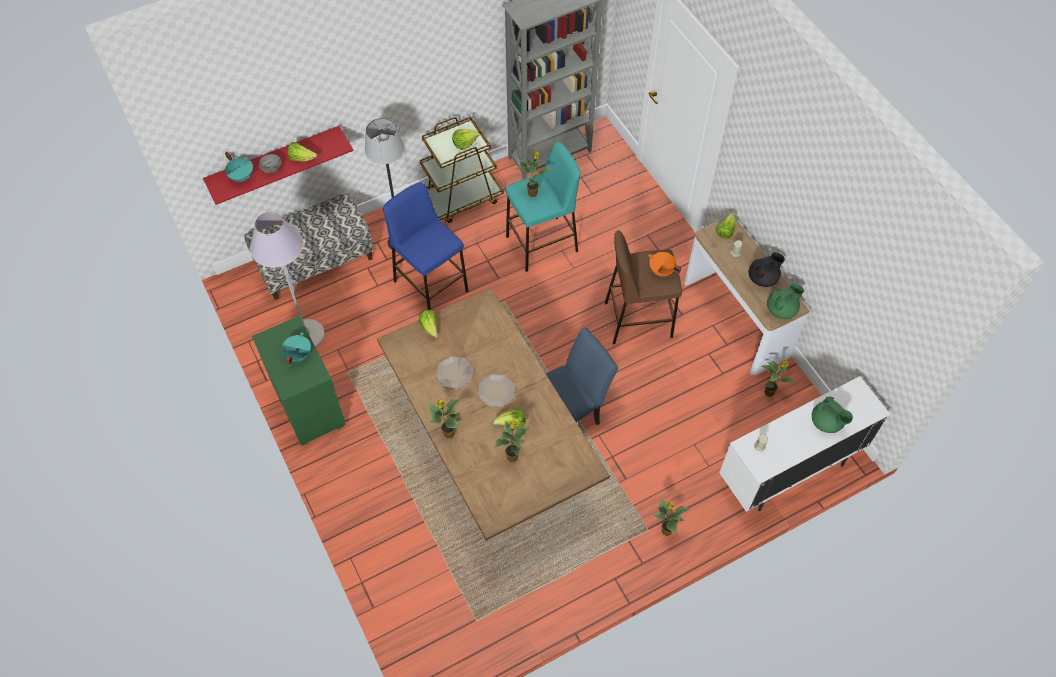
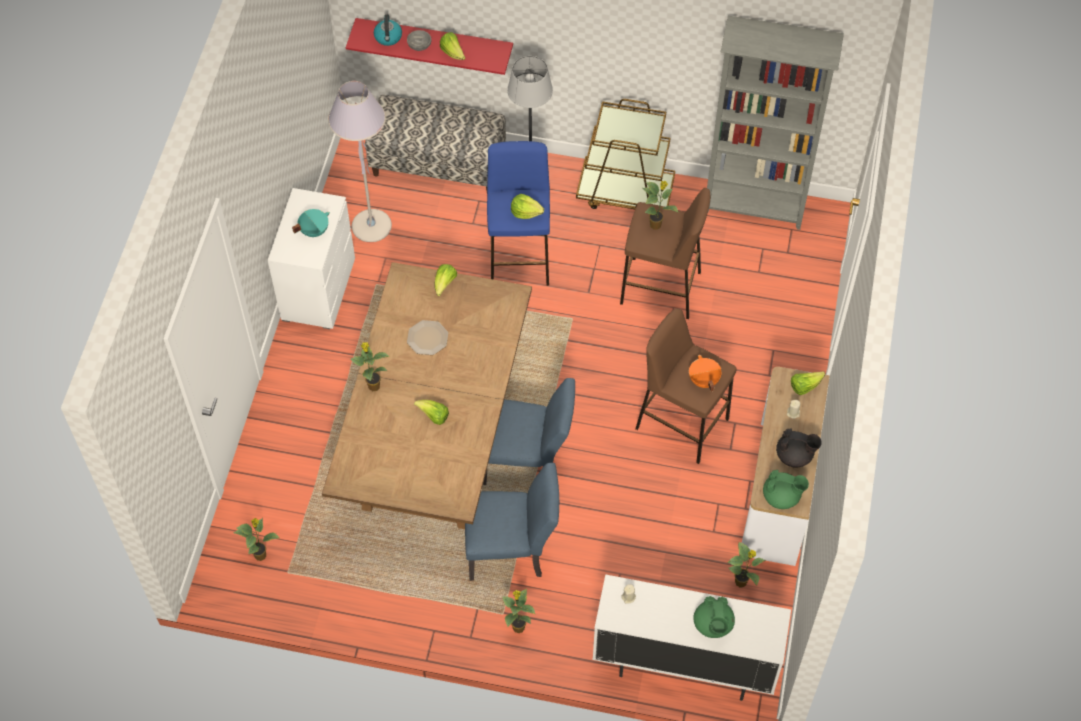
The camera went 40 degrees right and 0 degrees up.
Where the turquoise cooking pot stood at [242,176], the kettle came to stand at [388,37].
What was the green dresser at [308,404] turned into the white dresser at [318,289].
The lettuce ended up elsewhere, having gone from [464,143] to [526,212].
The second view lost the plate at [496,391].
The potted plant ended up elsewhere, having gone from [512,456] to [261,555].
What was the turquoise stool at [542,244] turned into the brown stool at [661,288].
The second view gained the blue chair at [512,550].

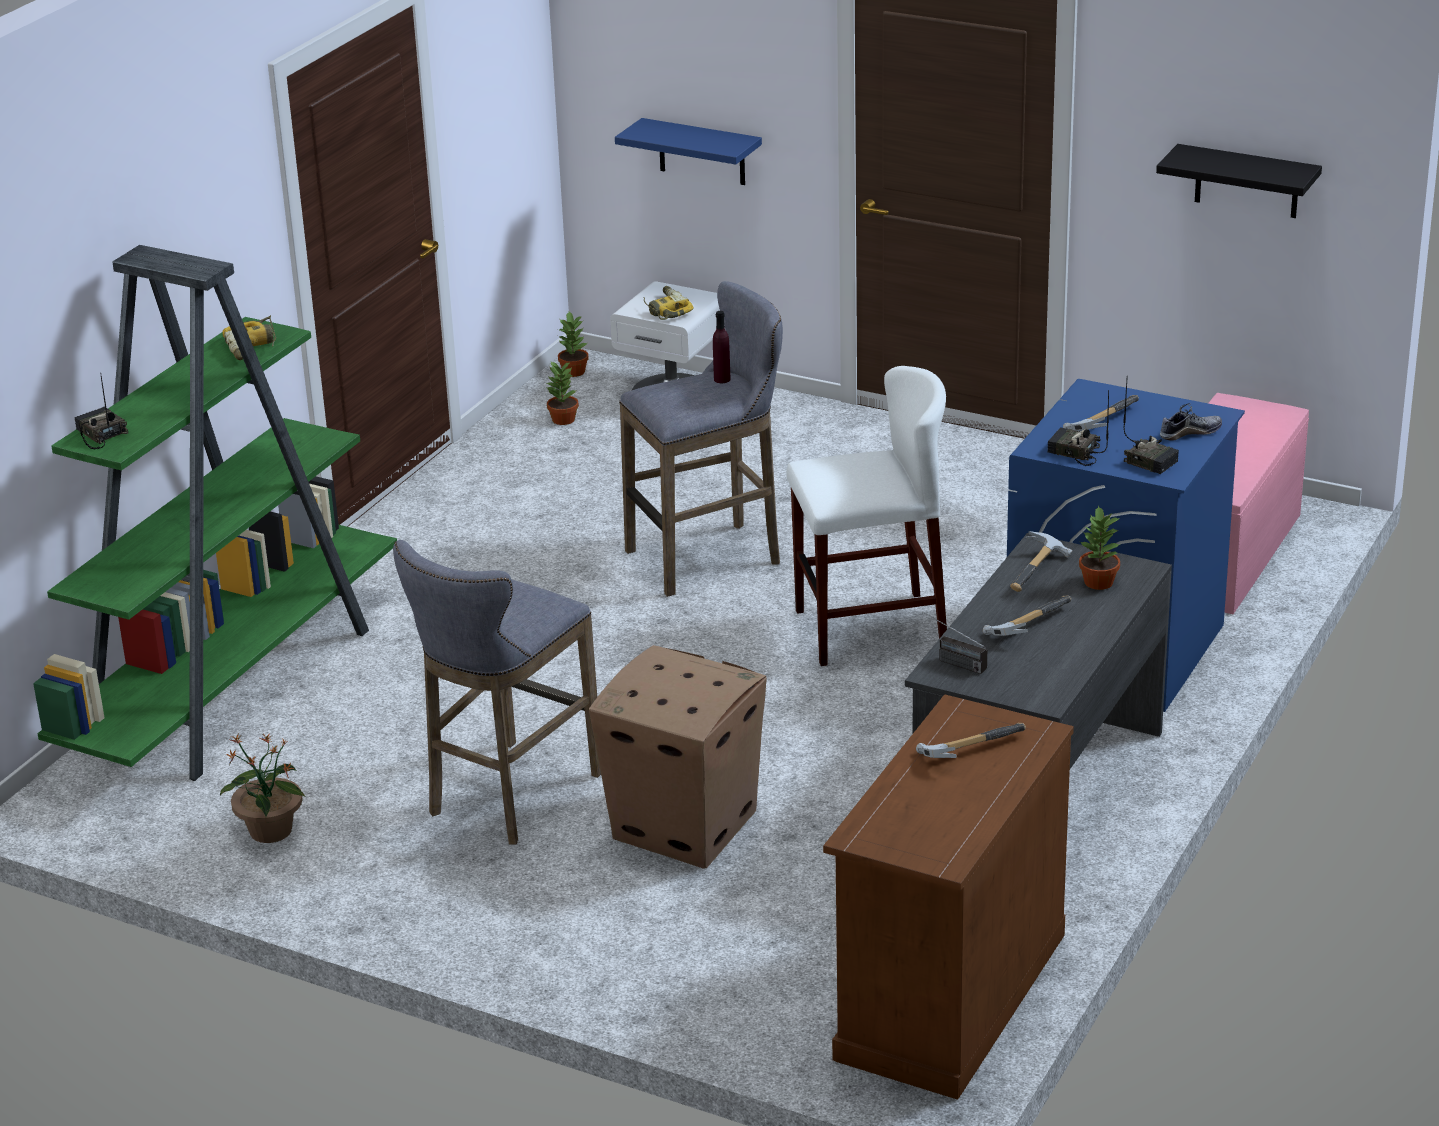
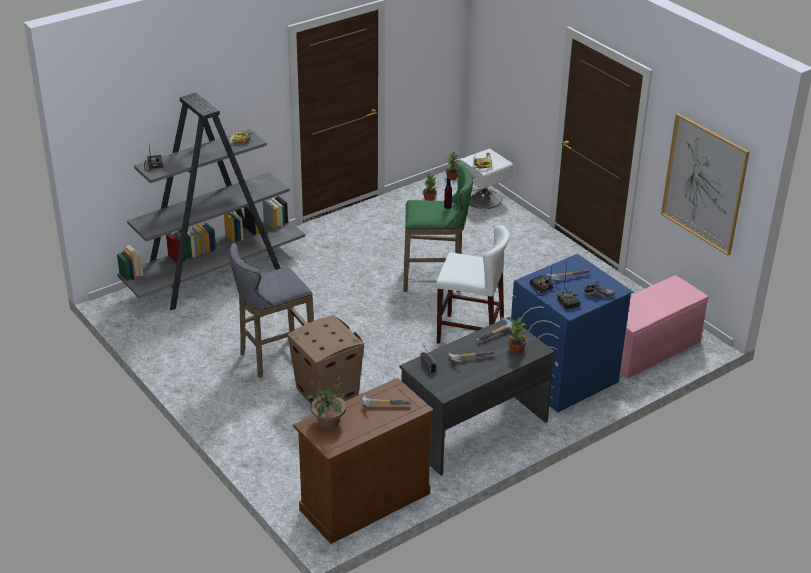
The camera went 25 degrees right and 5 degrees up.
What was the green bookcase at [234,685] turned into the grey bookcase at [215,275].
The potted plant ended up elsewhere, having gone from [270,831] to [328,422].
The second view lost the blue shelf at [702,152].
What was the grey stool at [711,556] turned into the green stool at [435,279].
Where the black shelf hung at [1247,182], the picture came to hang at [704,183].

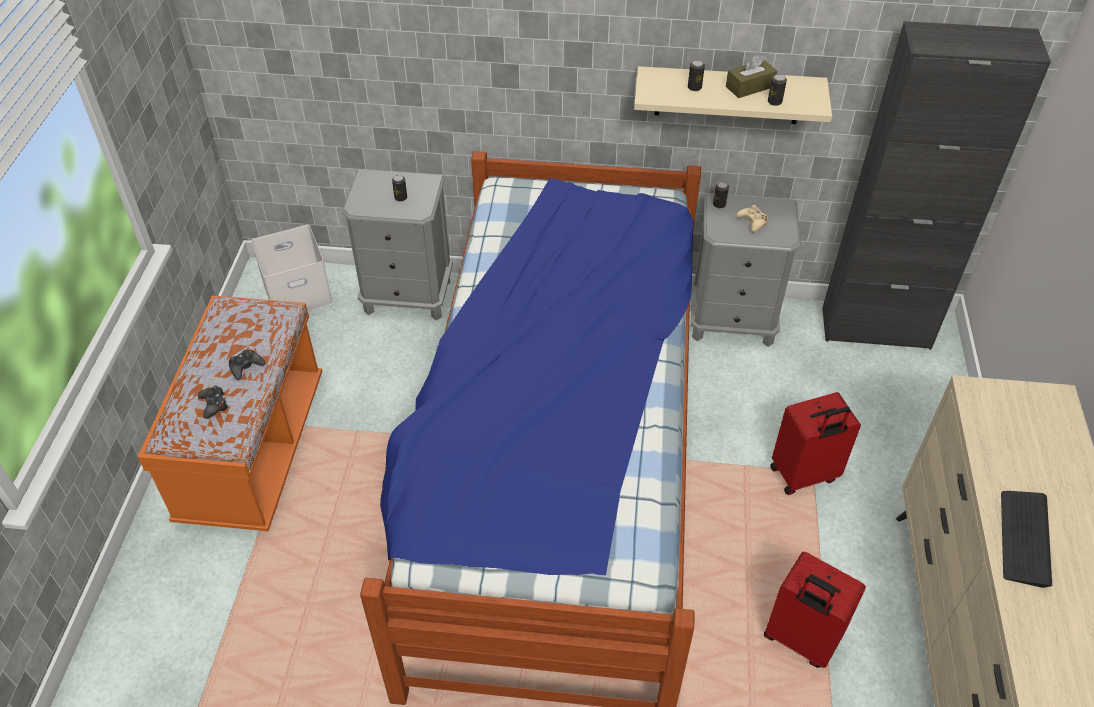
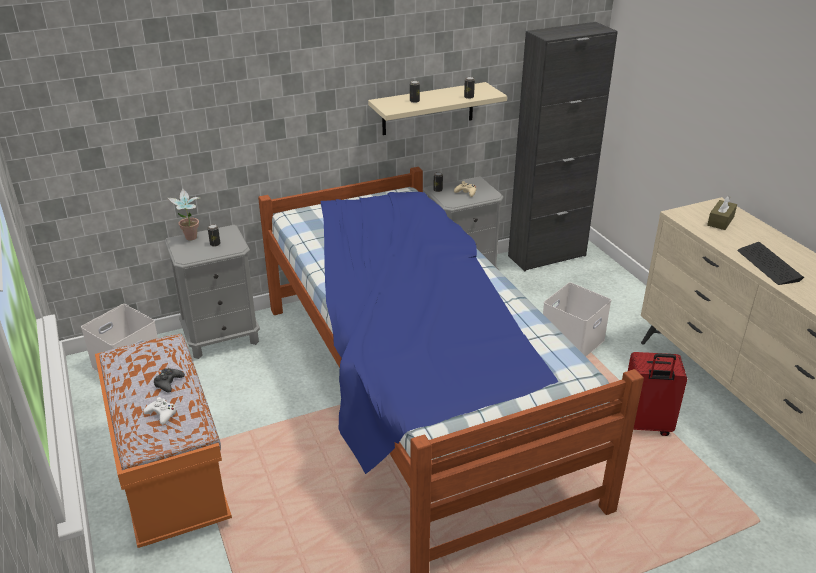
The camera went 30 degrees left and 15 degrees down.
What was the black game controller at [214,404] turned into the white game controller at [162,414].
The brown tissue box ended up elsewhere, having gone from [749,87] to [720,221].
Where the red suitcase stood at [804,475], the white storage box came to stand at [572,342].
The second view gained the potted plant at [191,240].

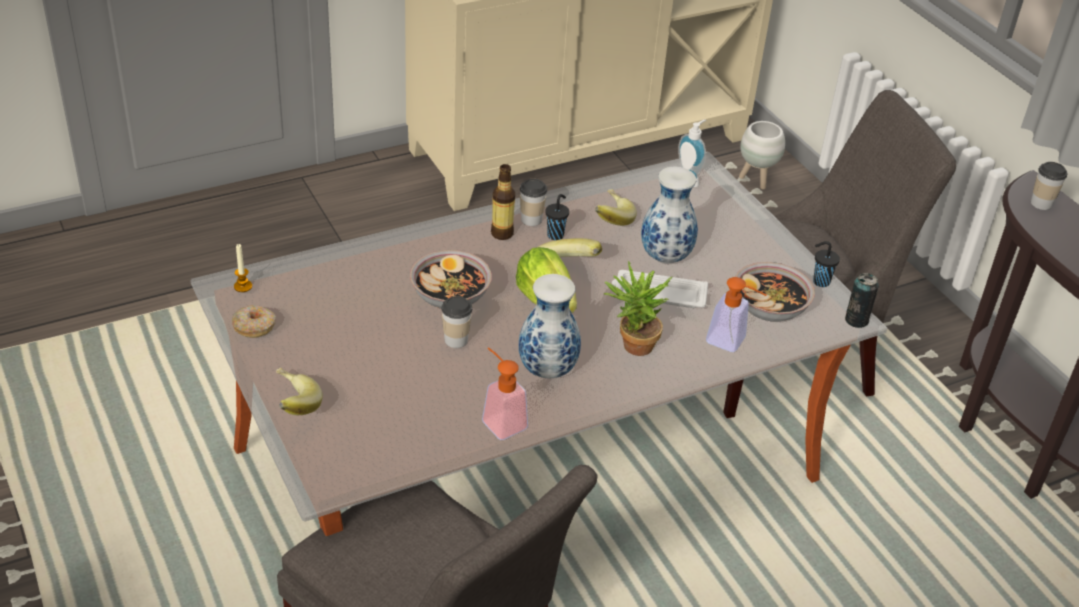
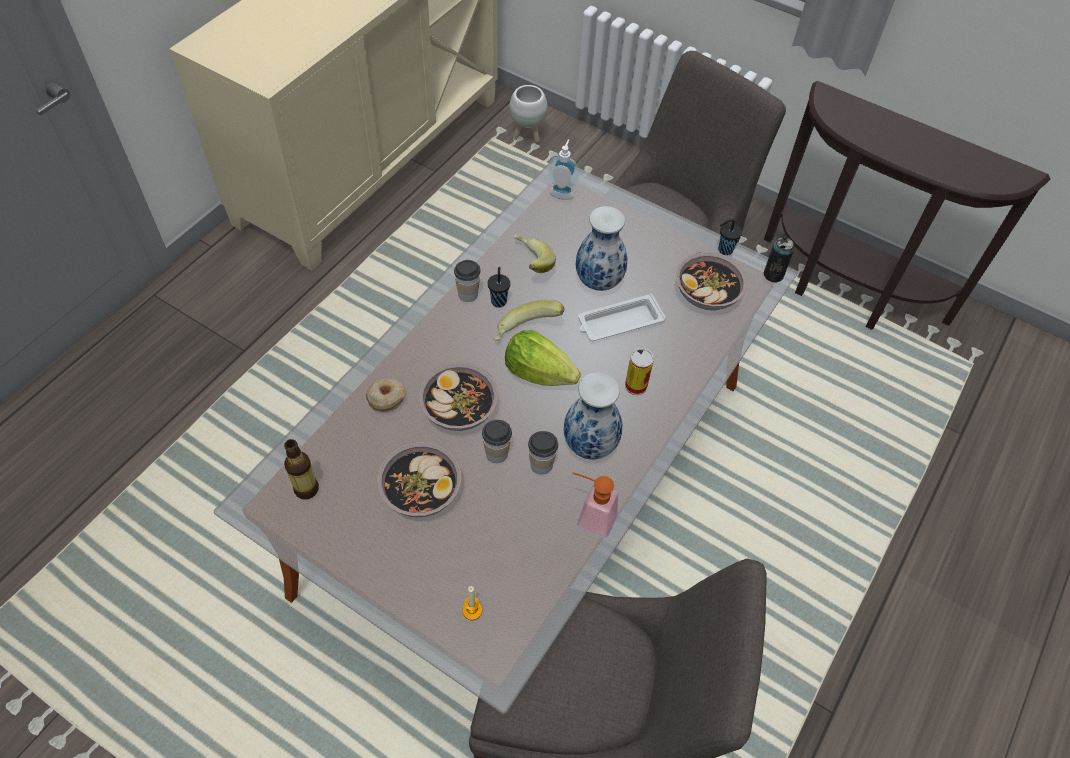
The camera went 30 degrees left and 15 degrees up.
The donut ended up elsewhere, having gone from [254,326] to [386,398].
The candle ended up elsewhere, having gone from [243,286] to [472,610].
The second view lost the banana at [291,406].
The bottle ended up elsewhere, having gone from [502,233] to [306,489].
Where the potted plant stood at [631,346], the can came to stand at [636,386].
The second view lost the soap dispenser at [732,342].
The cup ended up elsewhere, having gone from [1041,203] to [541,465].
The second view gained the bowl at [421,491].

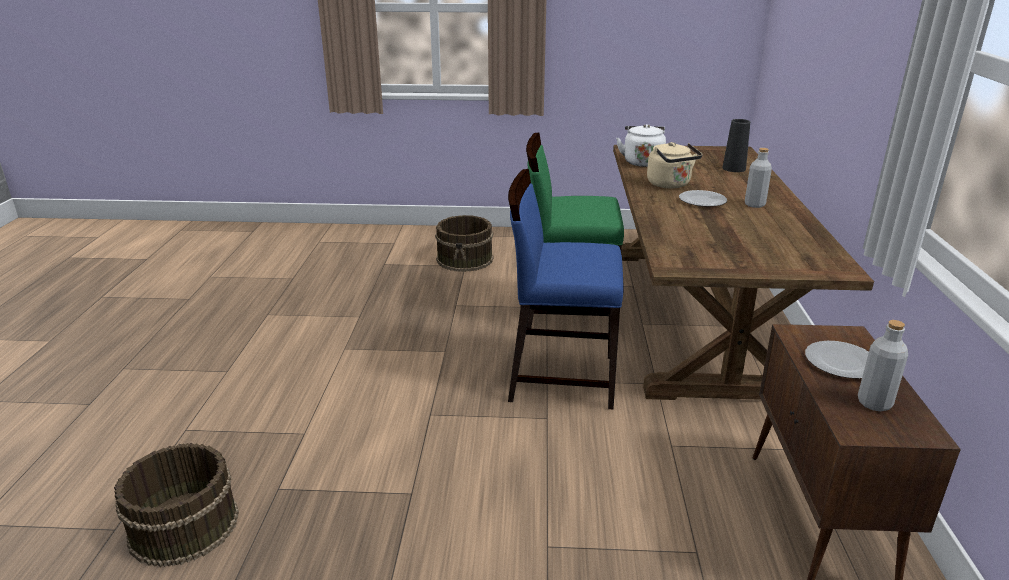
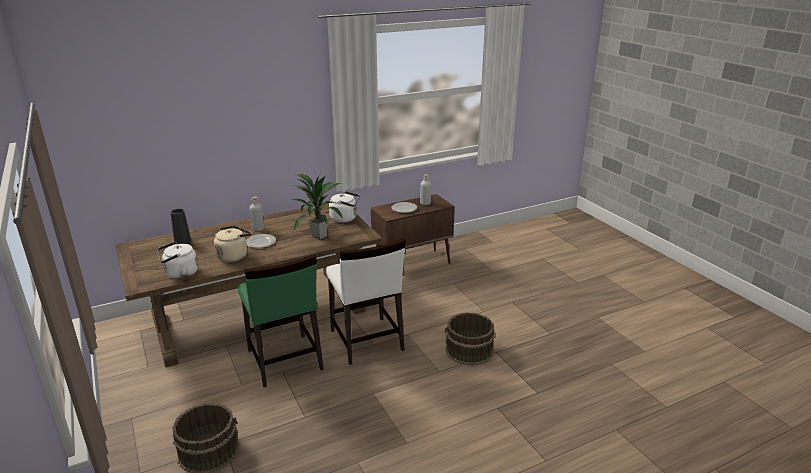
The camera went 120 degrees left and 0 degrees up.
The brown bucket ended up elsewhere, having gone from [183,525] to [469,350].
What was the blue chair at [561,377] turned into the white chair at [366,341].
The second view gained the potted plant at [319,236].
The second view gained the white kettle at [345,218].

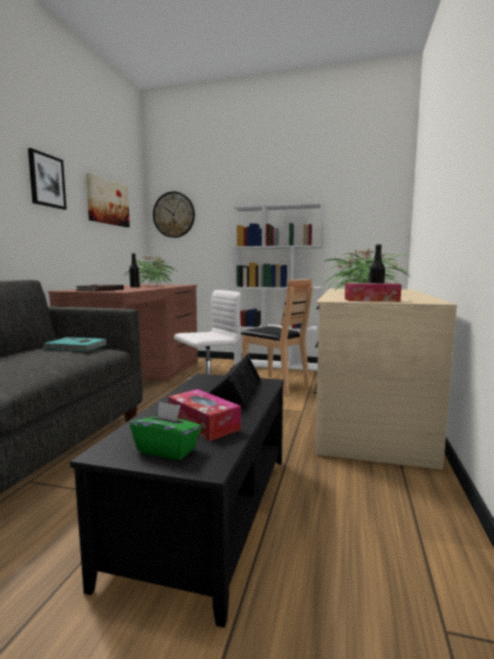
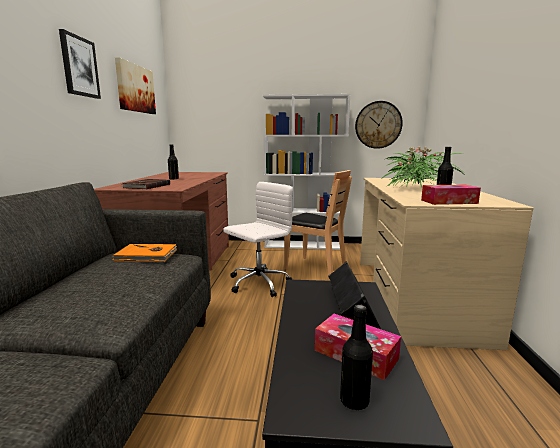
The camera went 10 degrees left and 5 degrees up.
What was the turquoise book at [76,347] turned into the orange book at [147,256].
The second view lost the potted plant at [152,285].
Where the green tissue box stood at [167,450], the black bottle came to stand at [354,401].
The wall clock ended up elsewhere, having gone from [174,215] to [378,125].

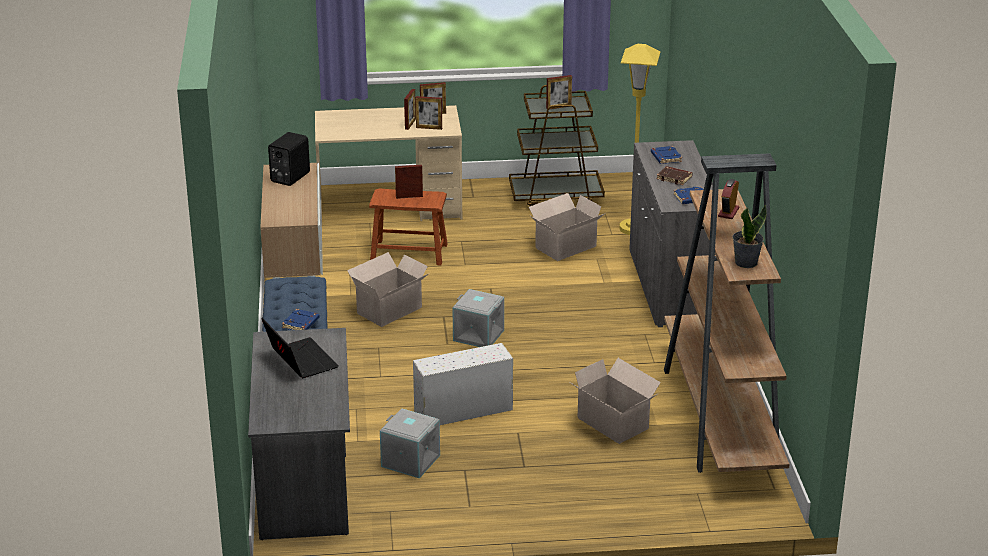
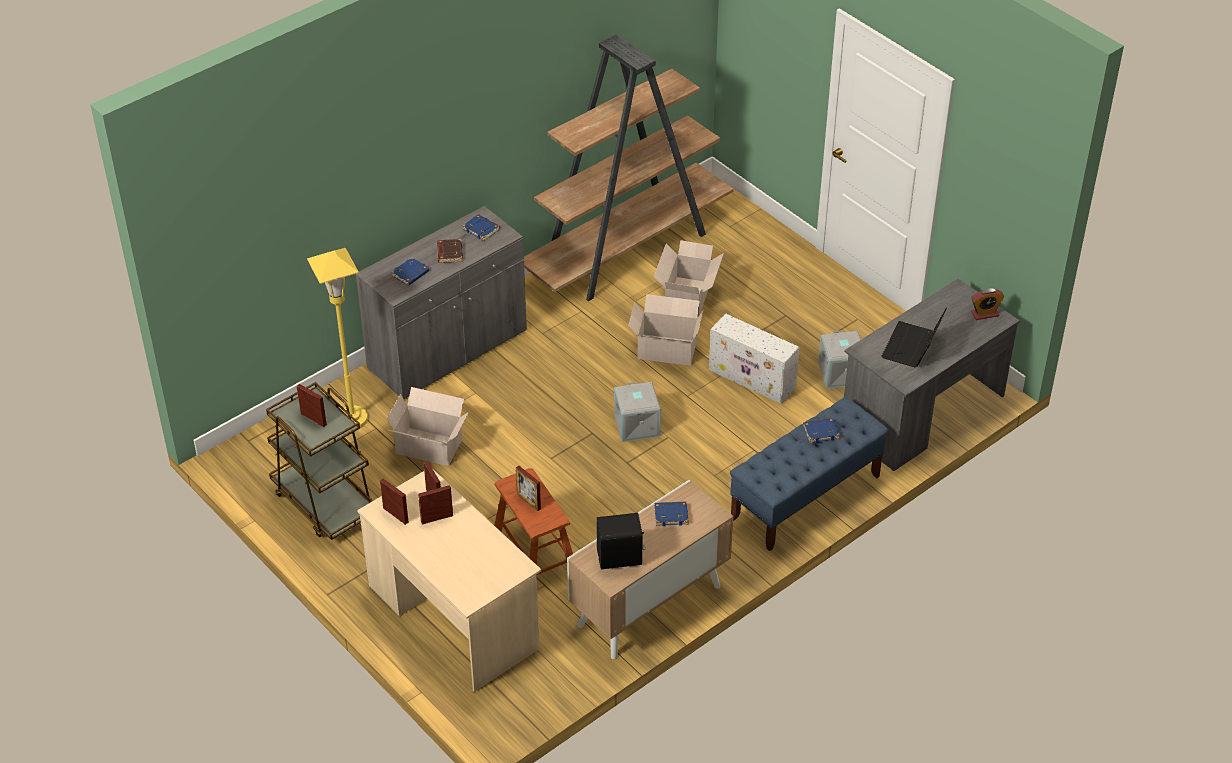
The camera went 125 degrees left and 15 degrees up.
The cardboard box ended up elsewhere, having gone from [391,310] to [665,349].
The alarm clock ended up elsewhere, having gone from [728,212] to [985,314].
The second view lost the potted plant at [745,262].
The second view gained the blue book at [671,515].

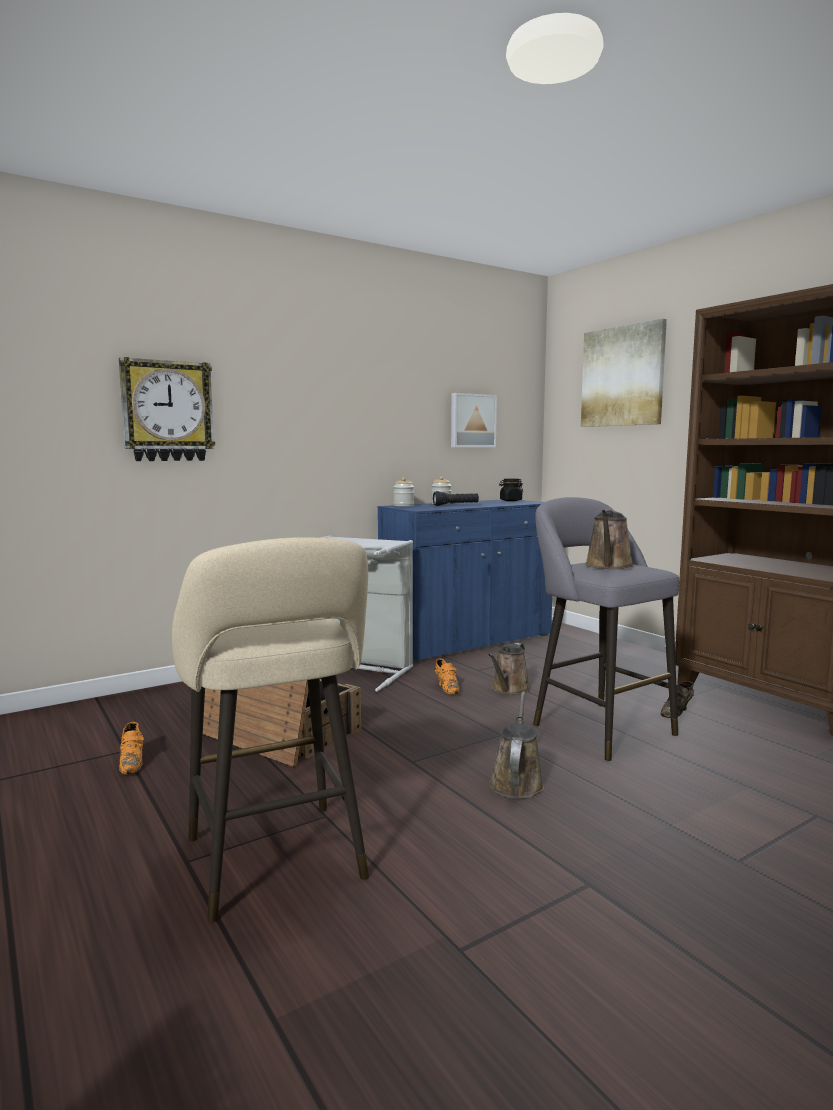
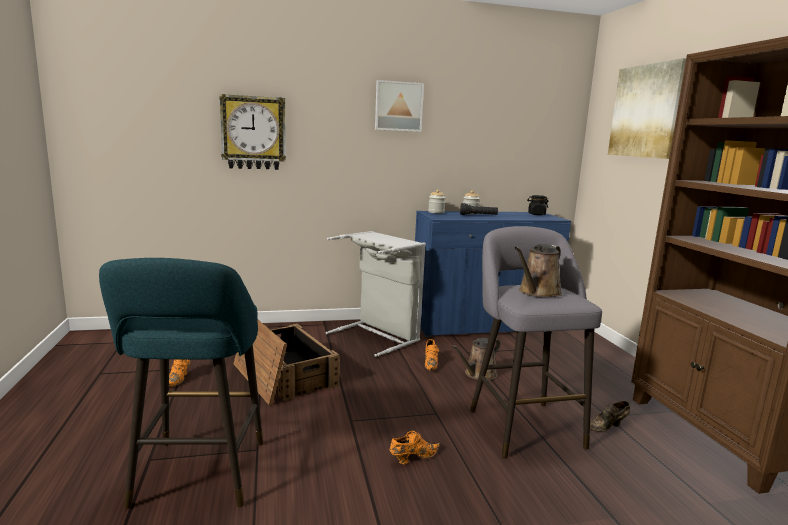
The camera went 20 degrees right and 5 degrees up.
What was the beige stool at [277,864] turned into the turquoise stool at [197,478].
The picture ended up elsewhere, having gone from [472,421] to [398,106].
Where the brown watering can stood at [516,782], the orange shoe came to stand at [412,458].

